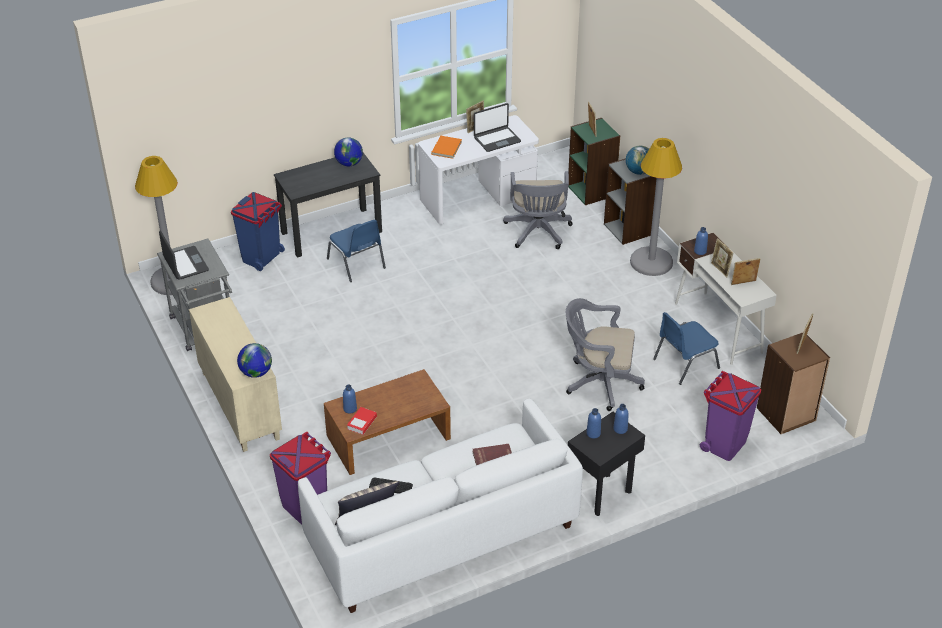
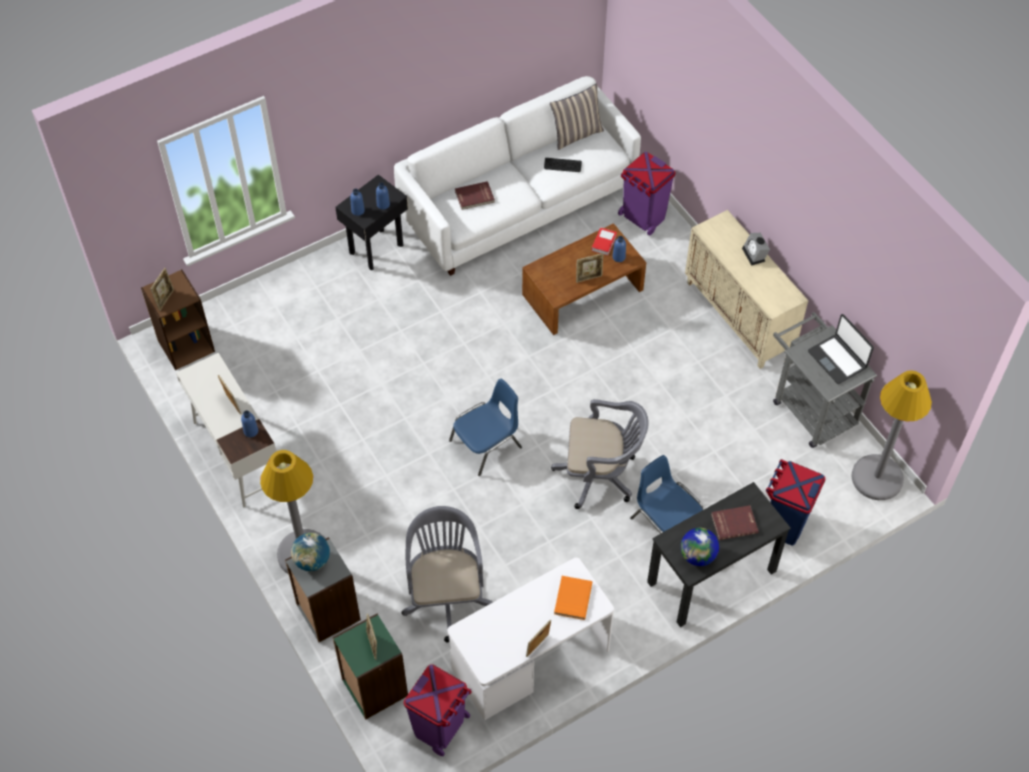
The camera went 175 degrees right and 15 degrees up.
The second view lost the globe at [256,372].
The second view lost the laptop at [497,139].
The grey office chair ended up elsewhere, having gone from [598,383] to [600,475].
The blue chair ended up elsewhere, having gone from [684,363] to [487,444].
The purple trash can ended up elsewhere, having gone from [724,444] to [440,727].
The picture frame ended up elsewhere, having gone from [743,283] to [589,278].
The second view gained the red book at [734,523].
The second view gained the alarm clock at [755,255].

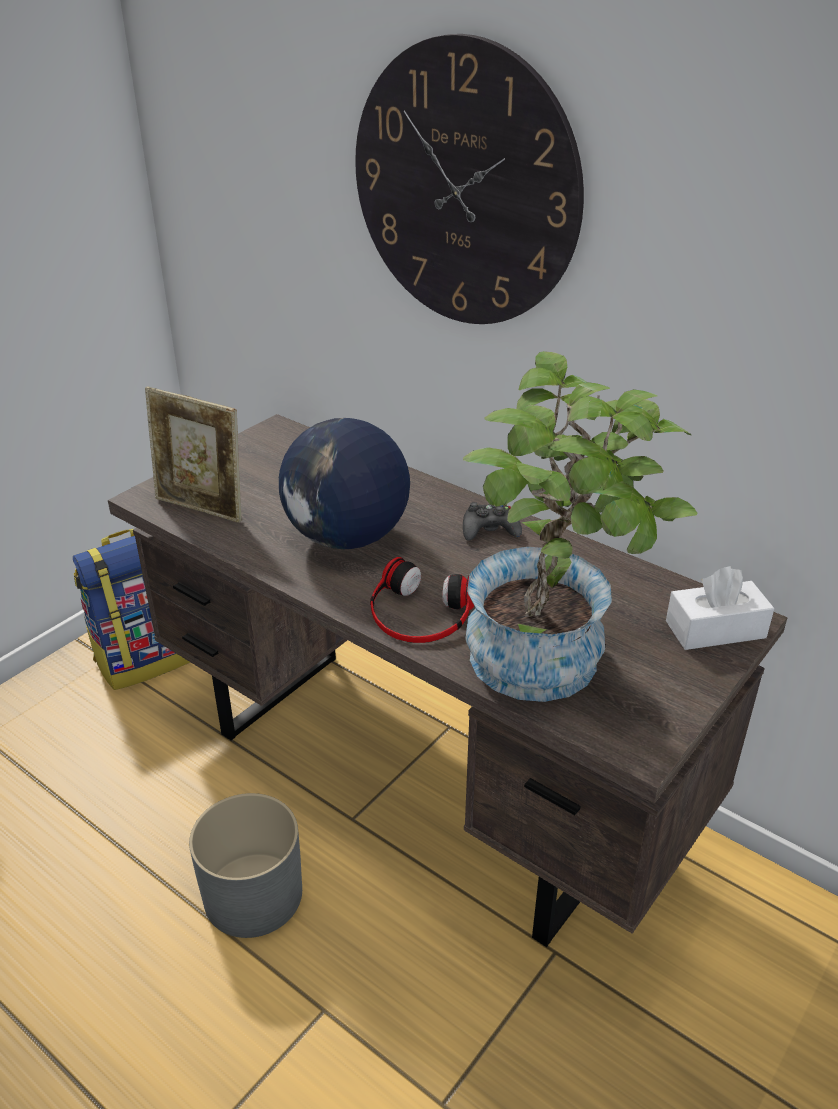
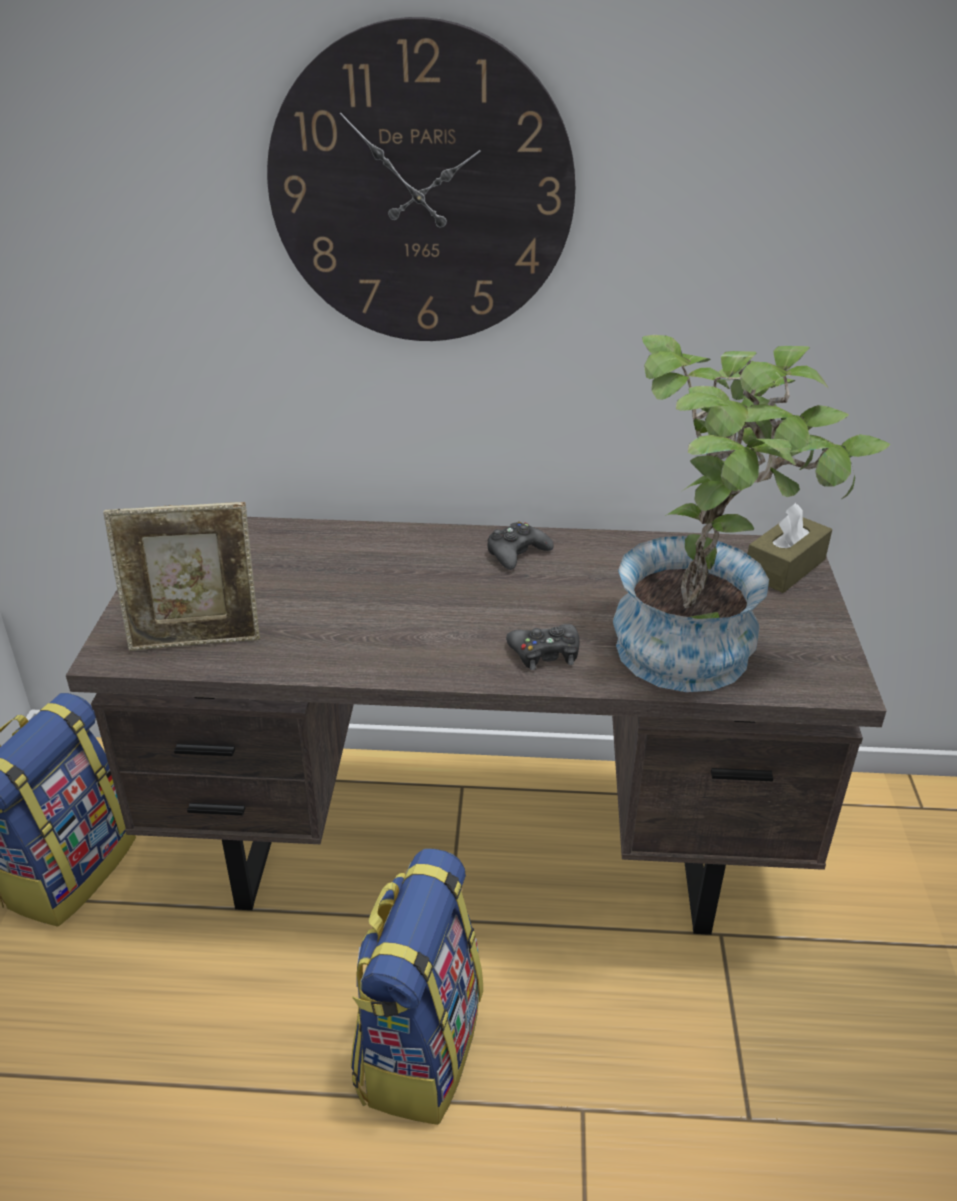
The camera went 35 degrees left and 0 degrees up.
Where the grey planter stood at [253,894], the backpack came to stand at [418,1046].
The second view lost the globe at [347,538].
Where the headphones stood at [420,613], the black game controller came to stand at [545,653].
What was the white tissue box at [715,629] turned into the brown tissue box at [784,567].

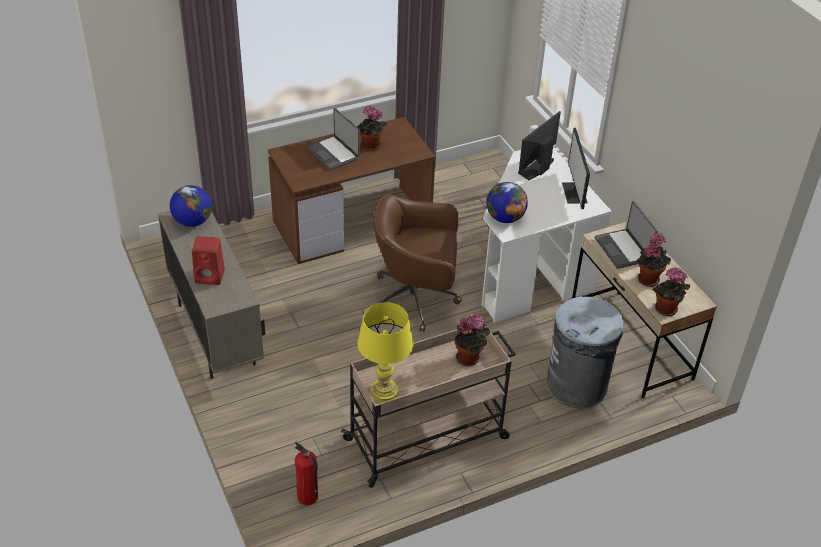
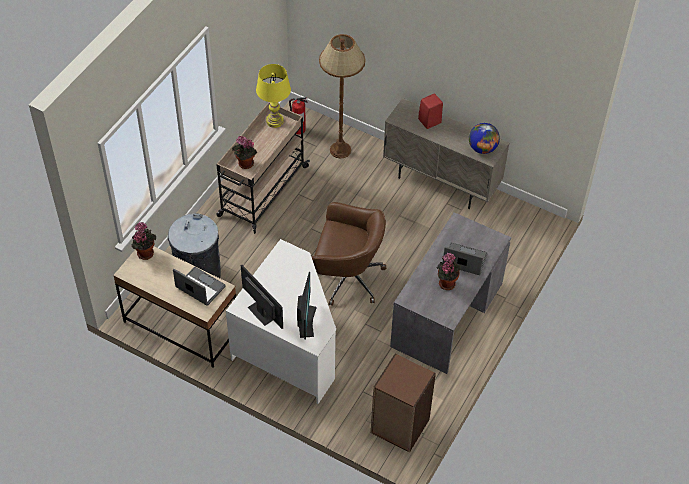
The camera went 145 degrees right and 10 degrees up.
What was the brown desk at [352,223] turned into the grey desk at [447,315].
The brown office chair at [416,299] ended up facing another way, 45 degrees clockwise from before.
The second view lost the globe at [505,218].
The second view lost the potted plant at [648,278].
The second view gained the brown floor lamp at [340,150].
The second view gained the brown bookcase at [399,426].

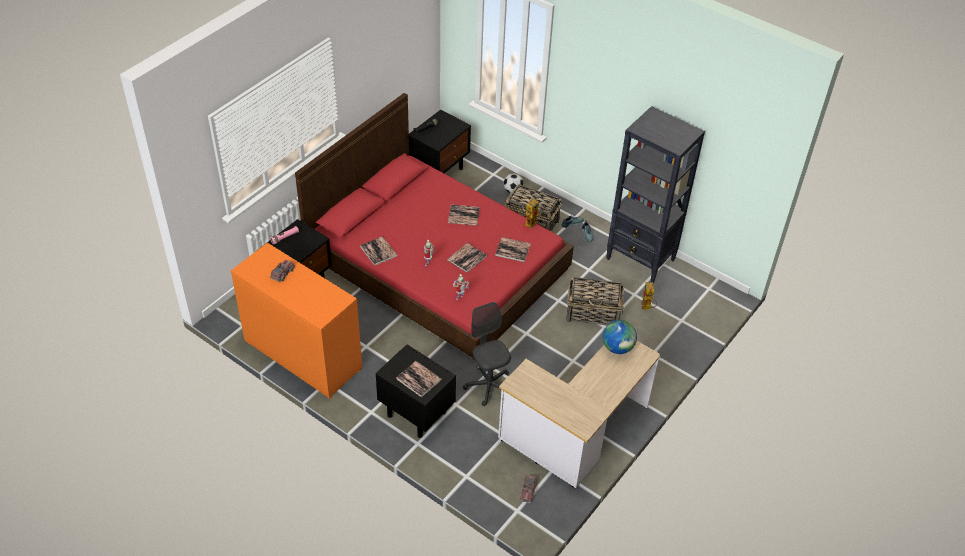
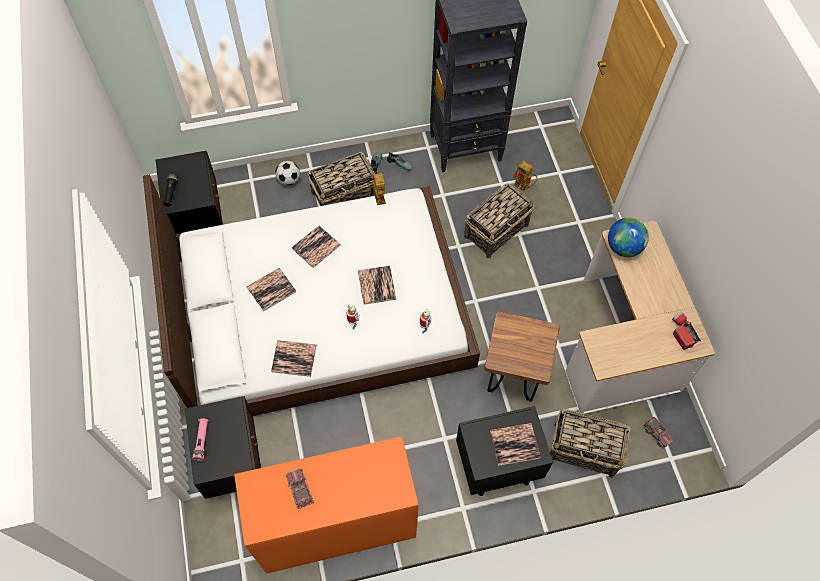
The camera went 50 degrees left and 15 degrees up.
What was the red bed at [437,262] turned into the white bed at [321,310].
Where the grey office chair stood at [488,386], the brown stool came to stand at [512,378].
The book ended up elsewhere, having gone from [512,250] to [271,289].
The second view gained the basket at [584,450].
The second view gained the flashlight at [682,332].

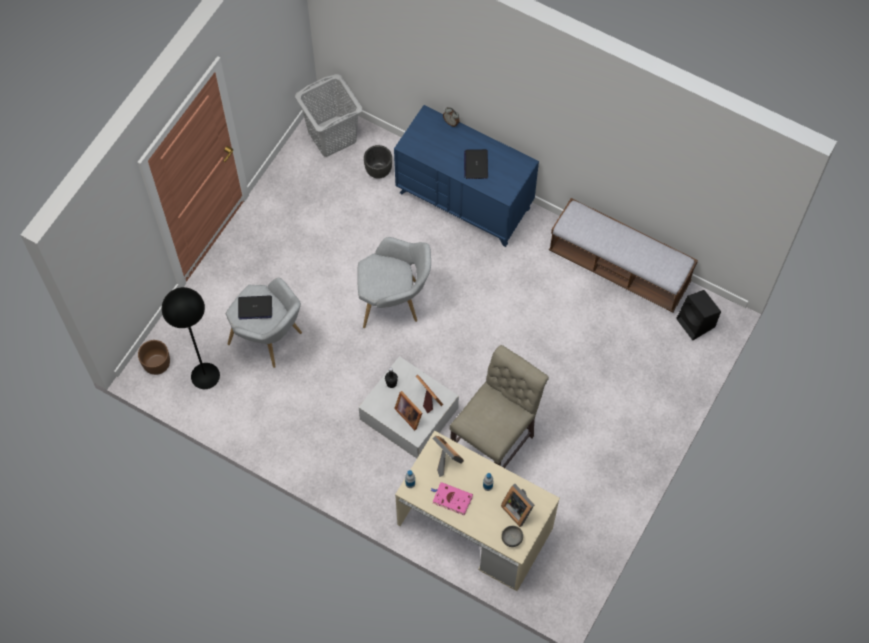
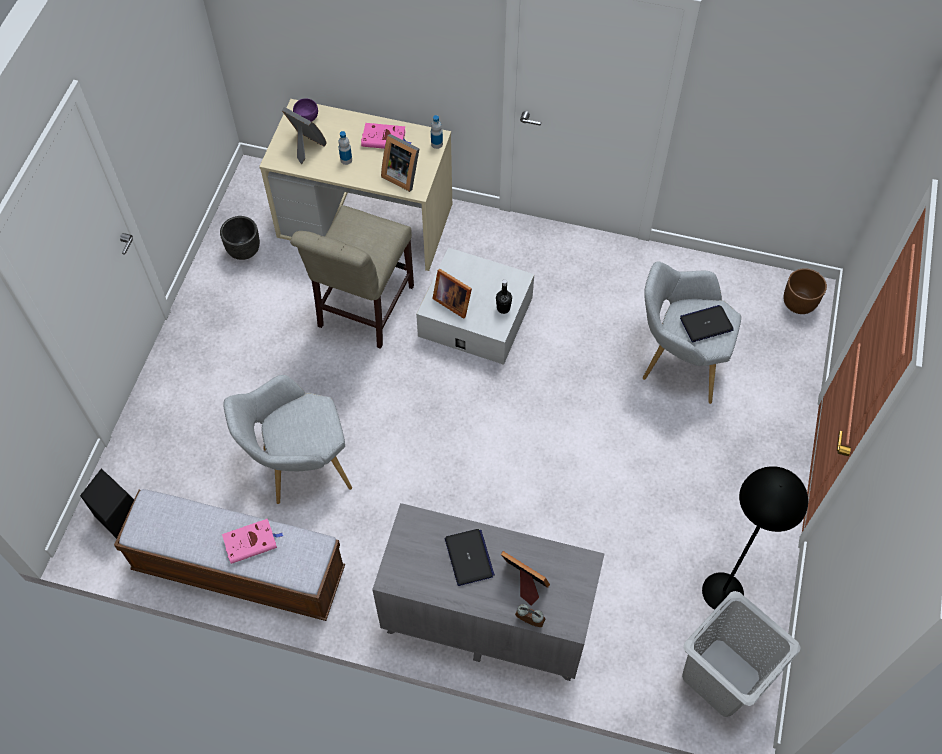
The camera went 165 degrees right and 5 degrees down.
The black floor lamp ended up elsewhere, having gone from [205,375] to [723,592].
The grey armchair ended up elsewhere, having gone from [394,302] to [299,467].
The black planter ended up elsewhere, having gone from [379,171] to [244,251].
What was the blue dresser at [465,200] turned into the grey dresser at [486,619].
The picture frame ended up elsewhere, having gone from [409,413] to [524,582].
What was the grey bowl at [512,538] turned into the purple bowl at [306,117].
The second view gained the pink book at [251,542].

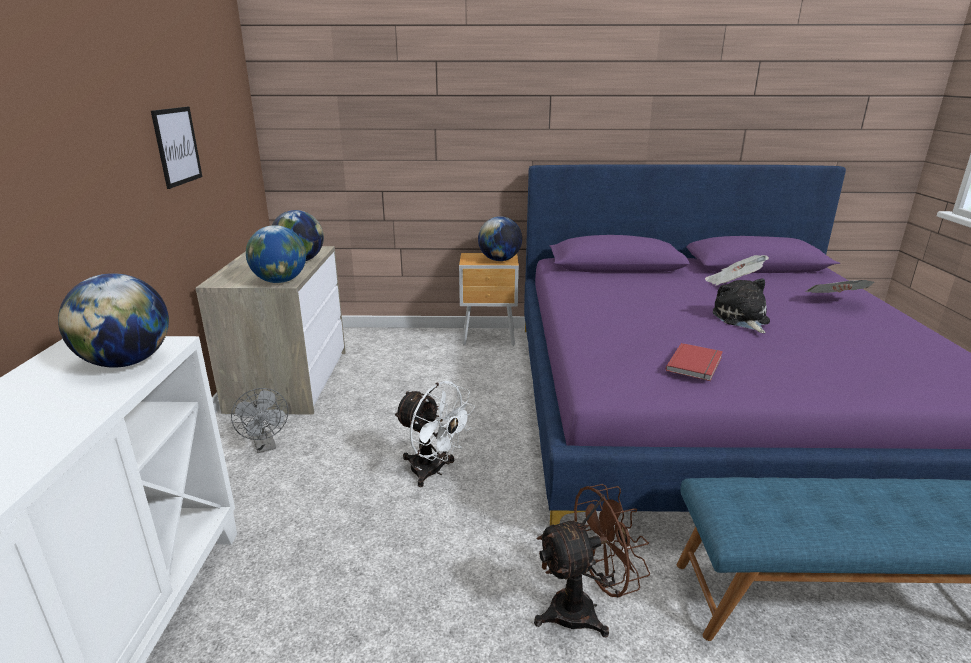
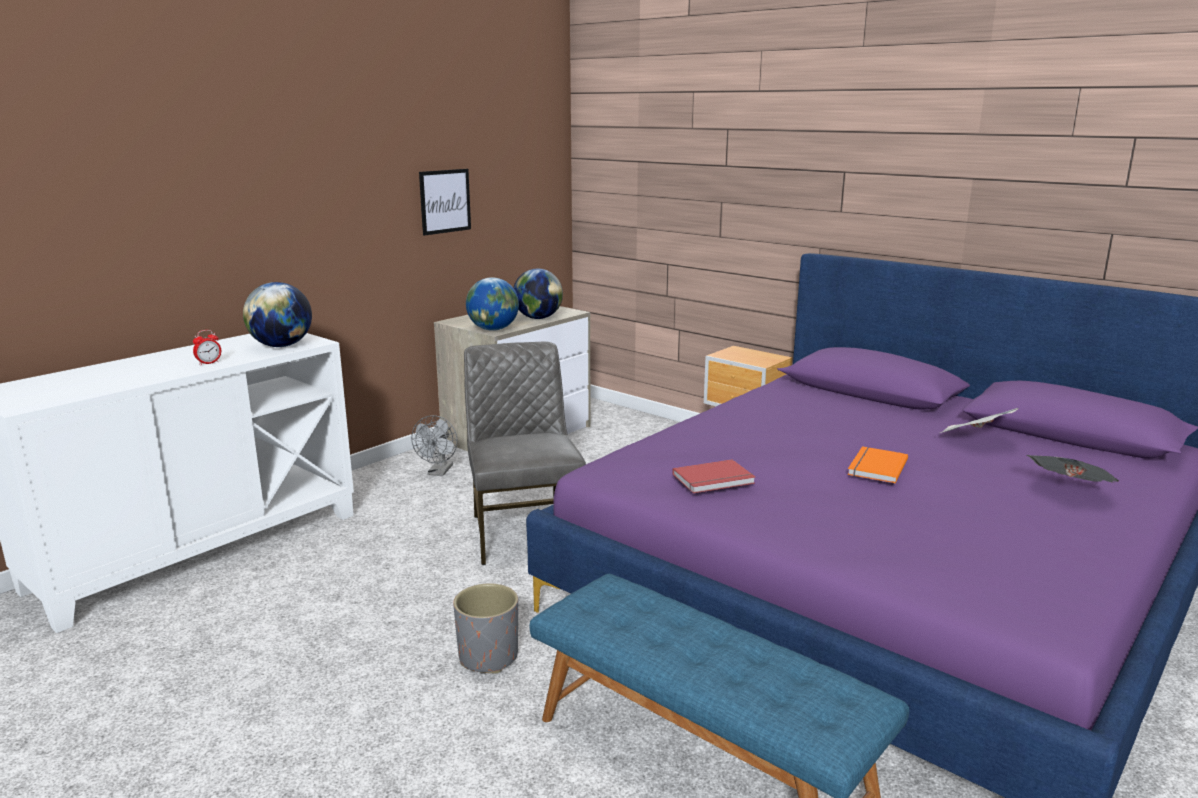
The camera went 40 degrees right and 5 degrees down.
Where the white fan stood at [433,471], the grey chair came to stand at [524,532].
The second view lost the globe at [499,260].
Where the brown fan stood at [584,609], the grey planter came to stand at [488,657].
Where the plush toy stood at [741,319], the orange book came to stand at [875,467].
The second view gained the alarm clock at [209,363].

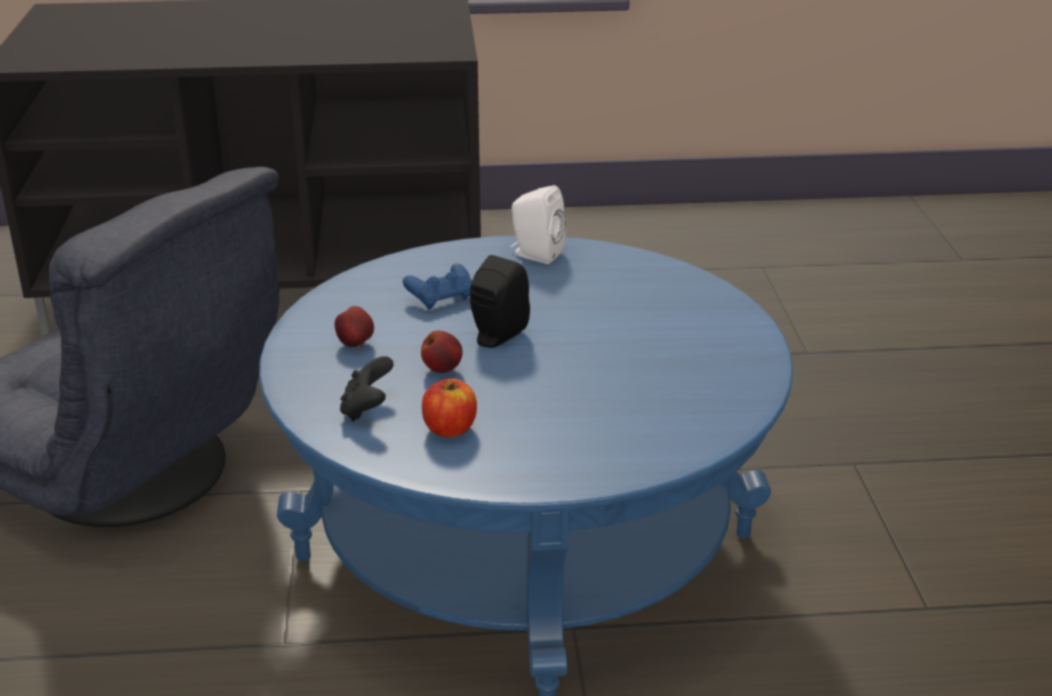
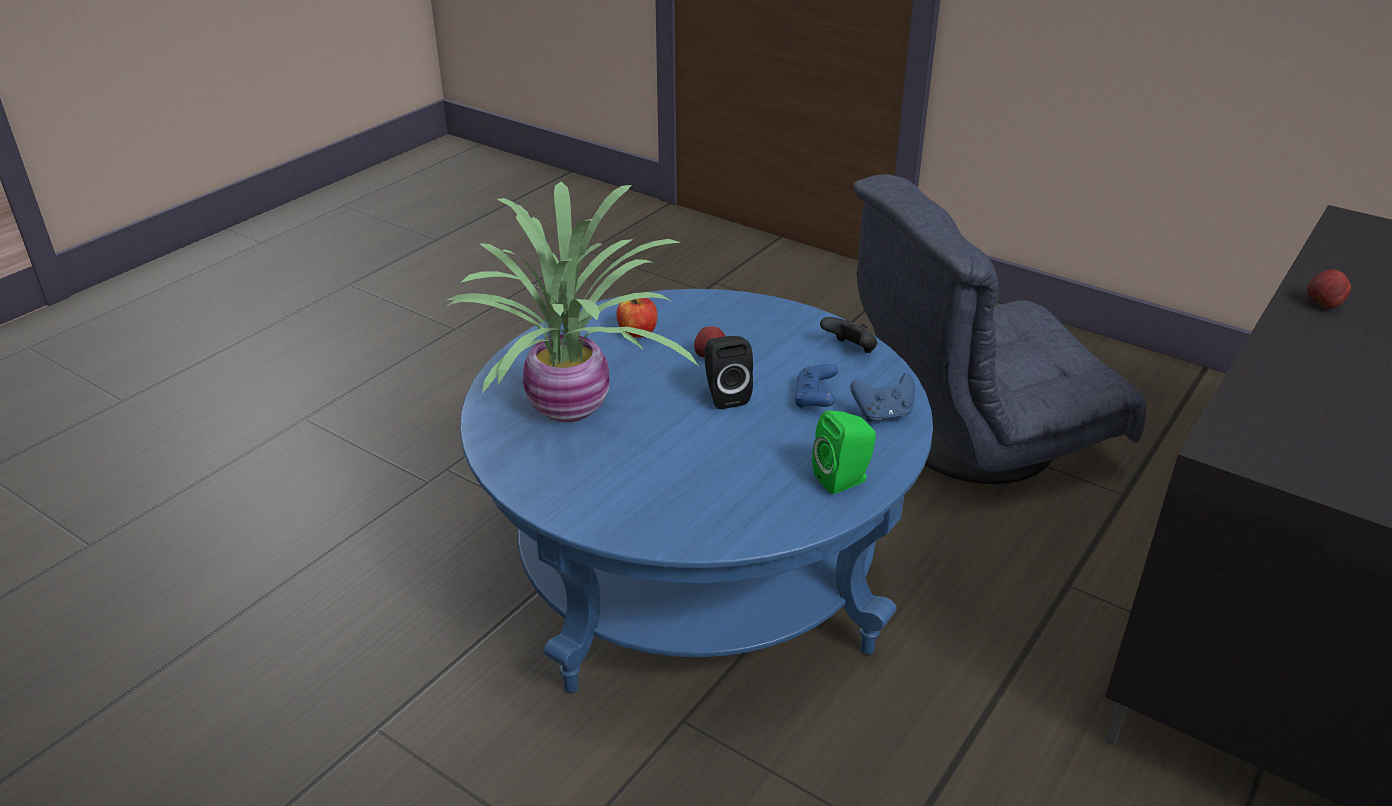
The camera went 130 degrees right and 5 degrees up.
The apple ended up elsewhere, having gone from [356,344] to [1323,305].
The black game controller ended up elsewhere, having gone from [367,409] to [850,350].
What was the white speaker at [535,254] turned into the green speaker at [844,480].
The second view gained the potted plant at [571,410].
The second view gained the blue game controller at [883,414].

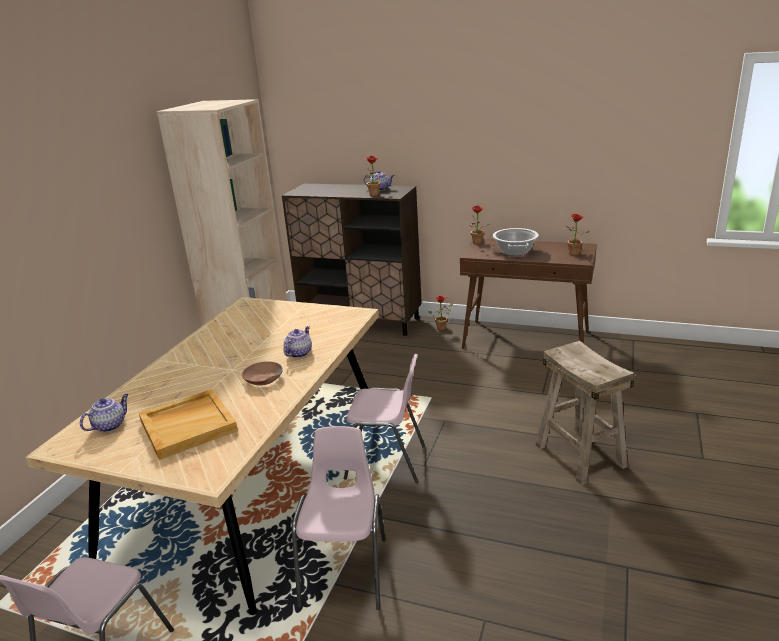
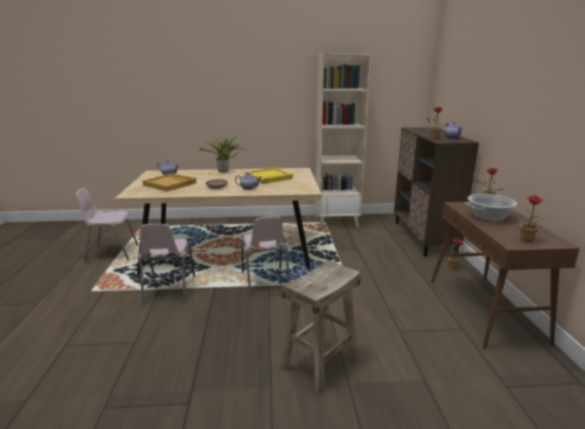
The camera went 65 degrees right and 5 degrees down.
The pink chair at [346,571] ended up facing another way, 105 degrees clockwise from before.
The second view gained the potted plant at [224,171].
The second view gained the yellow tray at [268,177].

